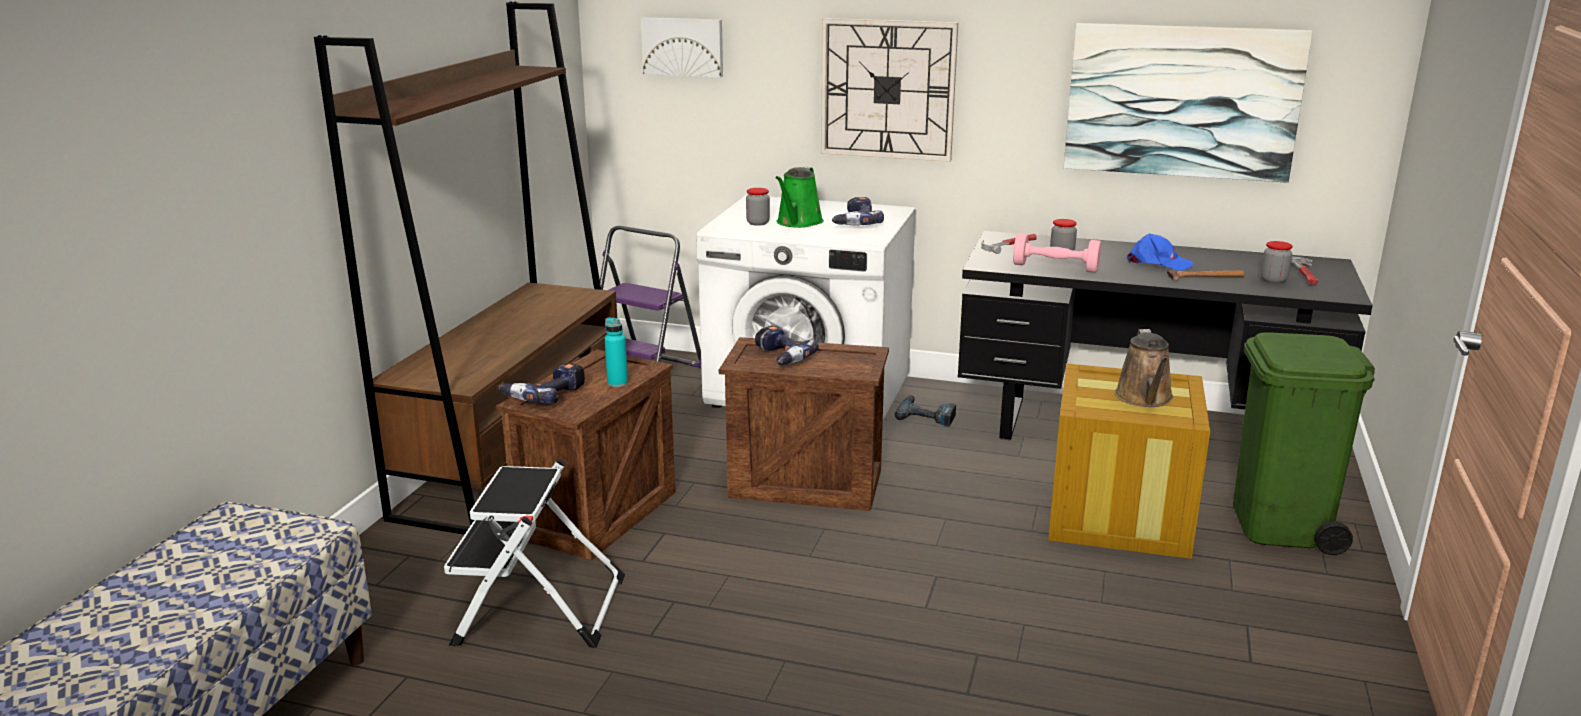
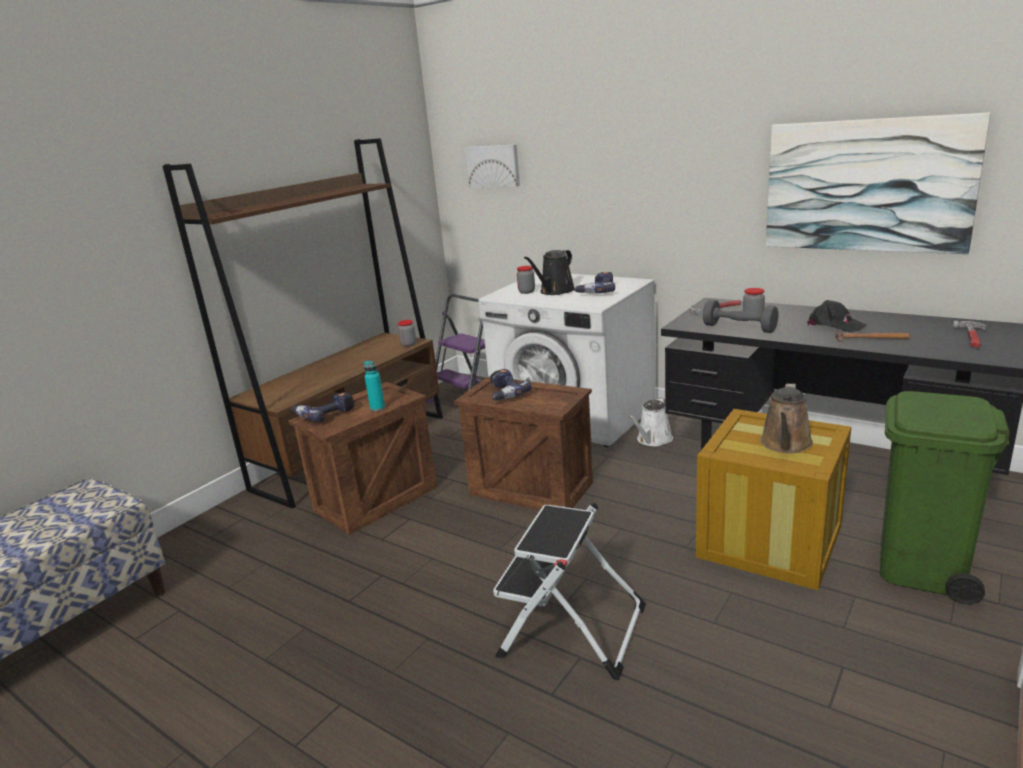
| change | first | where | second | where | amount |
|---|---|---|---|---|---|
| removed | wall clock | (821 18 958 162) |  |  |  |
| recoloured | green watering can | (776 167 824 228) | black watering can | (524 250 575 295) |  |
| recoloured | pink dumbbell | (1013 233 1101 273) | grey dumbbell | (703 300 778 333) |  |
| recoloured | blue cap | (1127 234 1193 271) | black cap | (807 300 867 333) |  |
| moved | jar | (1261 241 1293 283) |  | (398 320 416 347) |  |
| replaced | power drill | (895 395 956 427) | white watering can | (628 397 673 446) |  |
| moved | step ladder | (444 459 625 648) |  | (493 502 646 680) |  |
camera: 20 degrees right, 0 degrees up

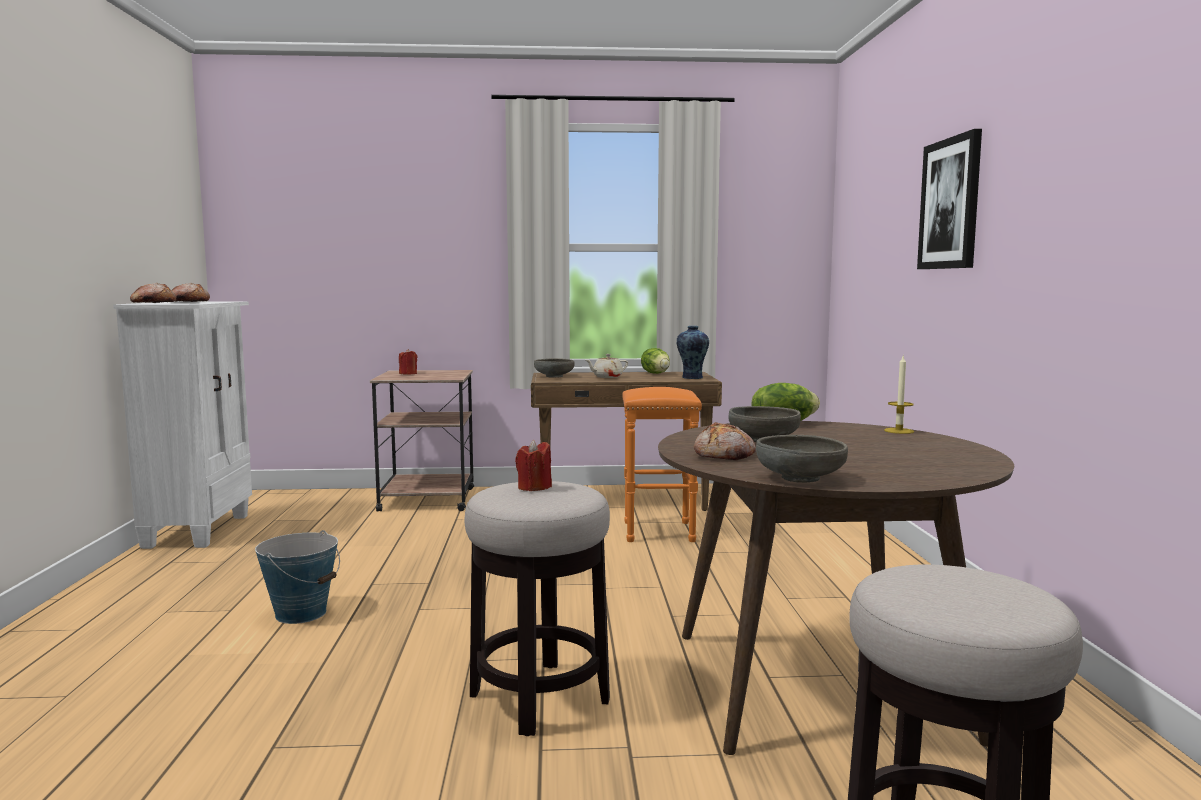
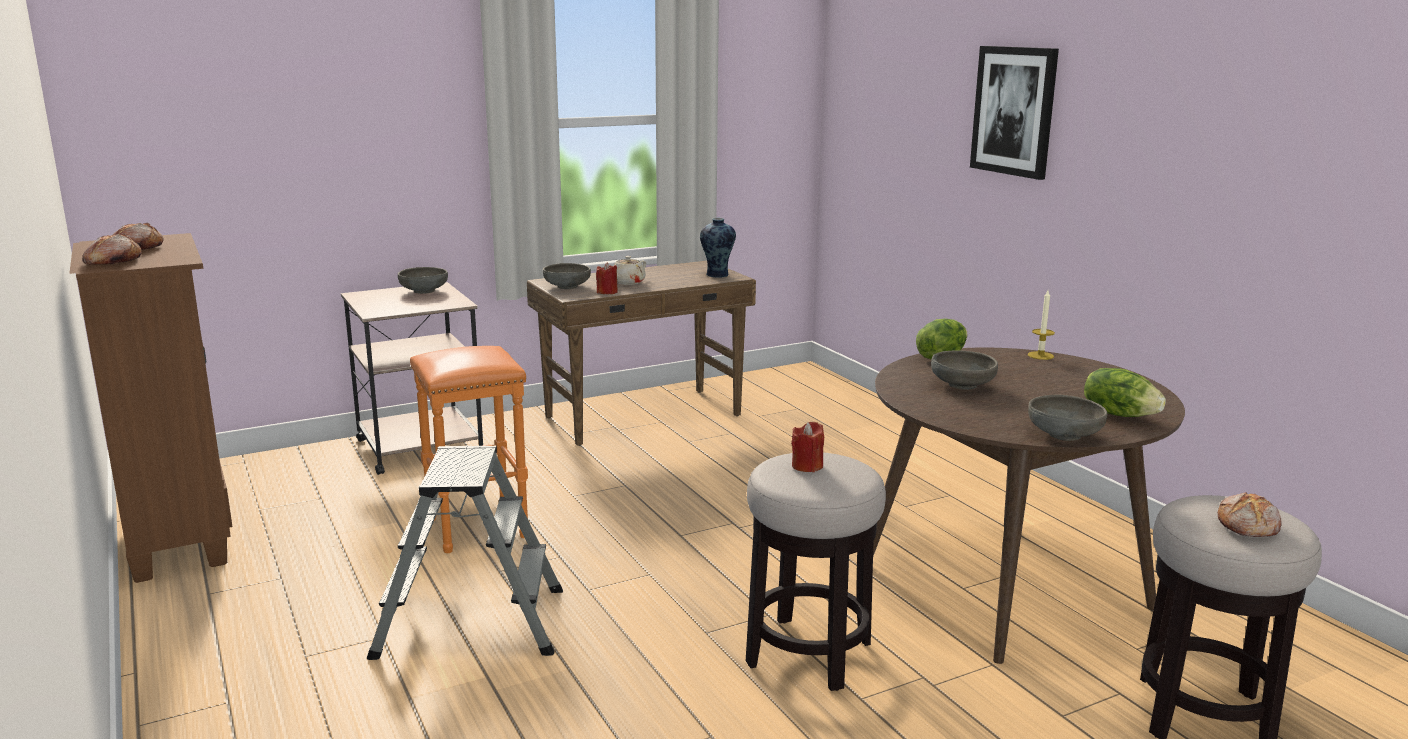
| change | first | where | second | where | amount |
|---|---|---|---|---|---|
| recoloured | white cabinet | (113 302 252 549) | brown cabinet | (69 233 233 583) |  |
| moved | lettuce | (641 348 670 374) |  | (1084 368 1166 417) |  |
| moved | red candle | (399 349 418 375) |  | (596 262 618 294) |  |
| moved | orange stool | (622 387 702 542) |  | (410 346 528 553) |  |
| moved | bread | (694 422 756 461) |  | (1218 492 1282 537) |  |
| replaced | bucket | (255 530 340 624) | grey step ladder | (367 446 563 660) |  |
| added |  |  | grey bowl | (398 267 448 294) |  |
camera: 25 degrees left, 10 degrees up

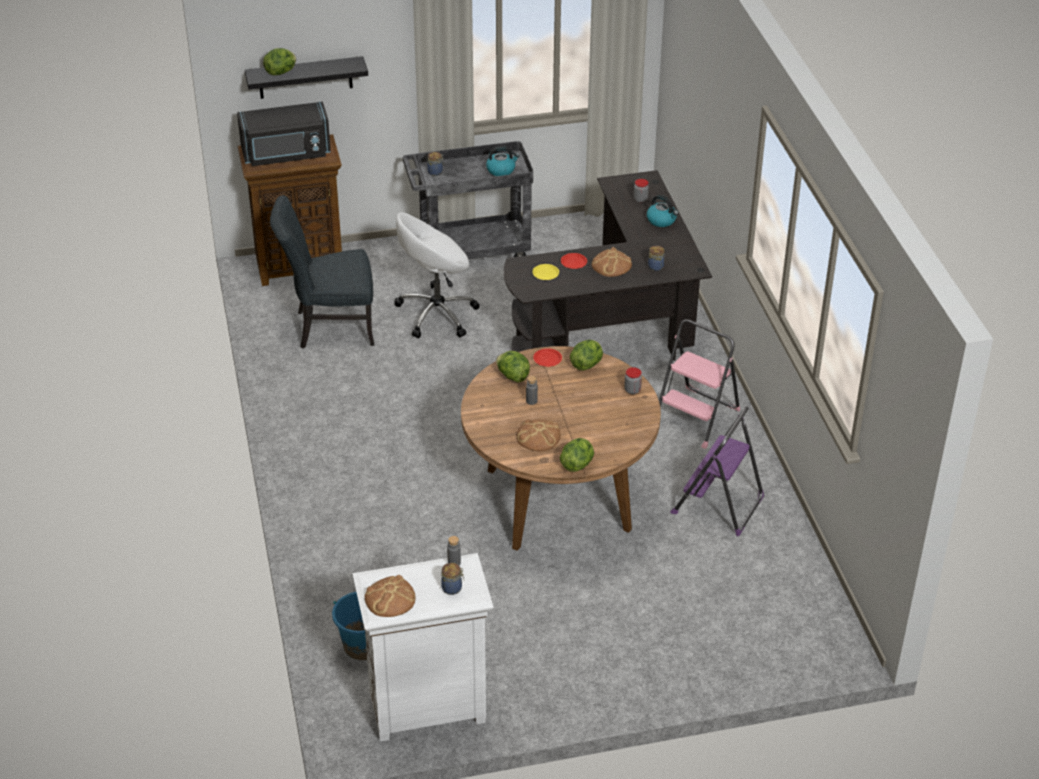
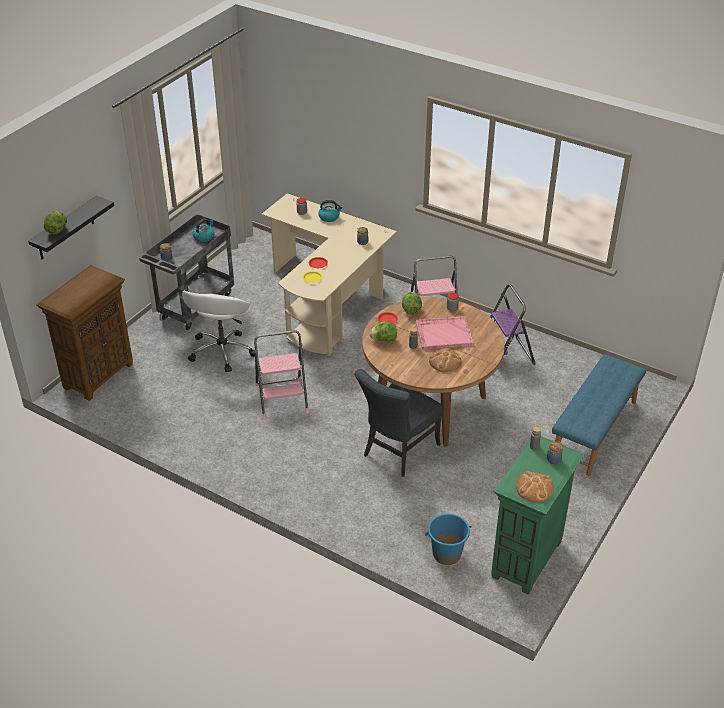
| change | first | where | second | where | amount |
|---|---|---|---|---|---|
| removed | black microwave | (237 102 331 166) |  |  |  |
| recoloured | black desk | (504 170 712 361) | beige desk | (261 193 397 356) |  |
| moved | grey chair | (270 195 374 349) |  | (354 369 444 477) |  |
| removed | bread | (592 247 632 277) |  |  |  |
| removed | lettuce | (560 438 594 472) |  |  |  |
| recoloured | white cabinet | (352 553 494 741) | green cabinet | (491 436 585 595) |  |
| added |  |  | pink tray | (416 316 474 350) |  |
| added |  |  | pink step ladder | (254 330 310 420) |  |
| added |  |  | blue bench | (552 354 646 476) |  |
camera: 45 degrees left, 0 degrees up

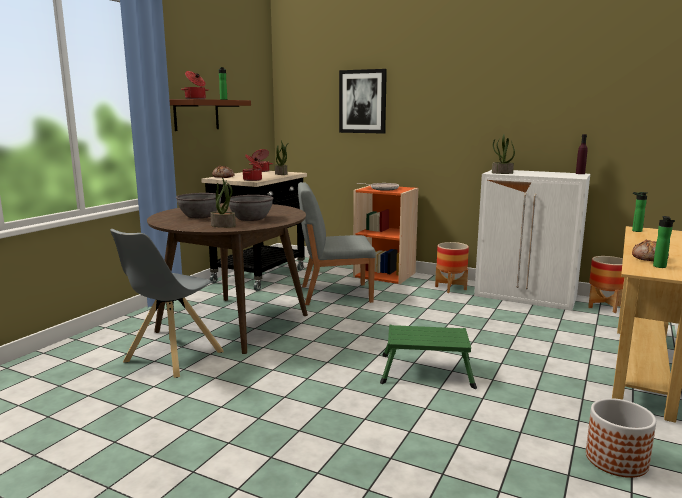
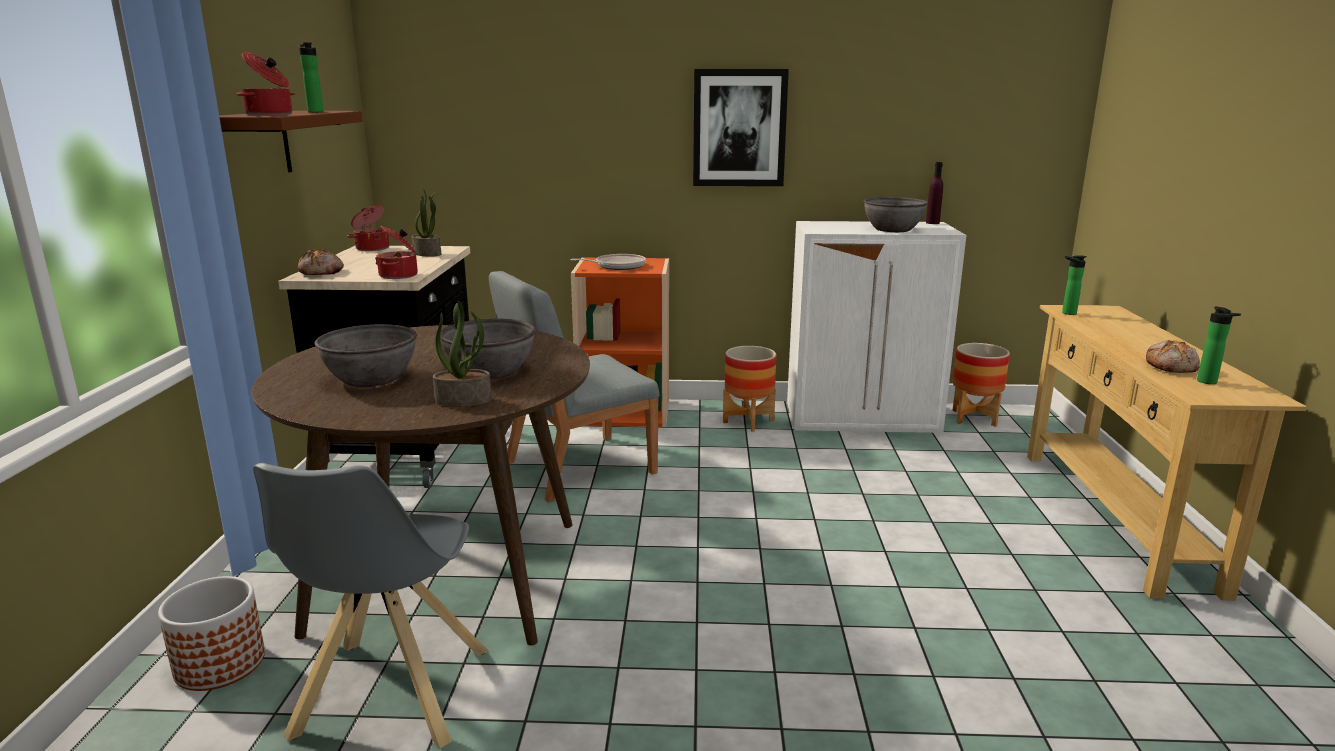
| change | first | where | second | where | amount |
|---|---|---|---|---|---|
| moved | picture | (339 69 387 134) |  | (693 69 789 186) |  |
| removed | potted plant | (492 134 515 174) |  |  |  |
| removed | green step ladder | (380 325 477 389) |  |  |  |
| moved | planter | (586 398 656 478) |  | (158 576 265 691) |  |
| added |  |  | grey bowl | (863 197 928 232) |  |
camera: 25 degrees left, 5 degrees up

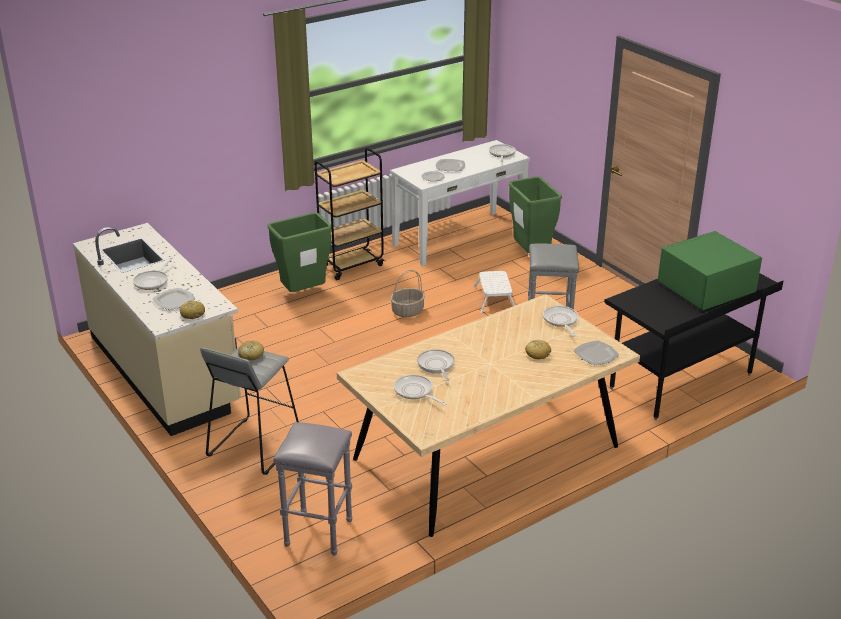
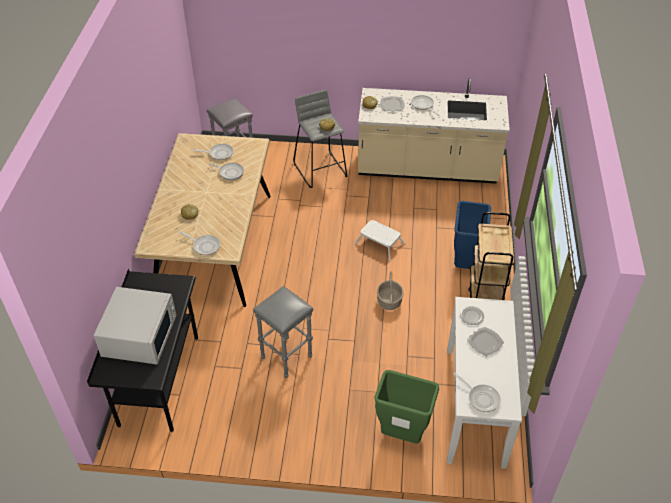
| change | first | where | second | where | amount |
|---|---|---|---|---|---|
| recoloured | green trash can | (268 212 332 292) | blue trash can | (454 201 491 269) |  |
| recoloured | green microwave | (658 231 762 310) | white microwave | (94 287 176 364) |  |
| moved | white step ladder | (473 271 515 313) |  | (354 220 405 261) |  |
| removed | plate | (574 340 619 365) |  |  |  |
camera: 130 degrees right, 15 degrees up

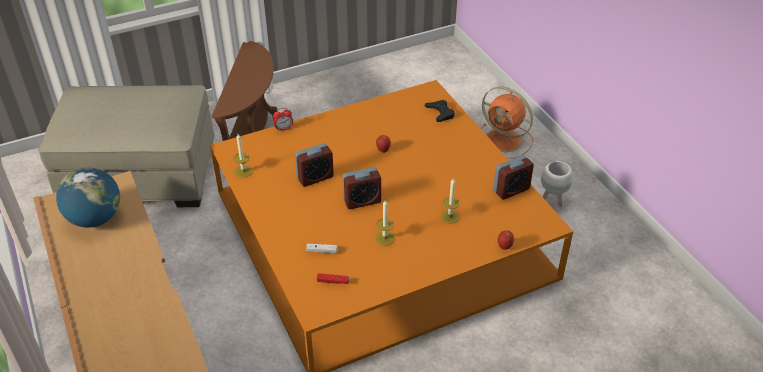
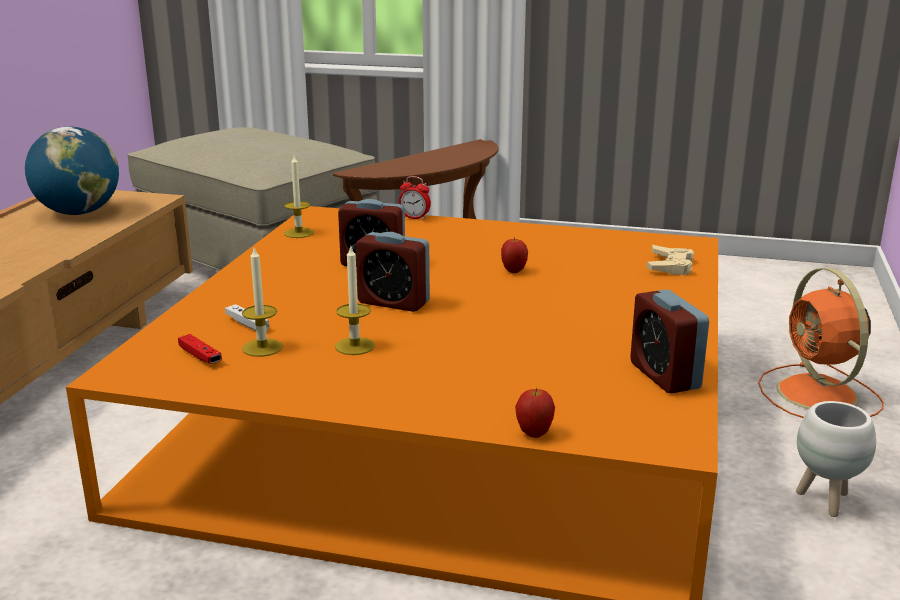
| change | first | where | second | where | amount |
|---|---|---|---|---|---|
| recoloured | black game controller | (425 100 455 122) | beige game controller | (647 245 694 275) |  |
| turned | alarm clock | (493 155 534 200) |  | (630 289 709 393) | 60 degrees clockwise |
| moved | candle | (441 179 460 224) |  | (242 247 283 357) |  |
camera: 40 degrees right, 20 degrees down

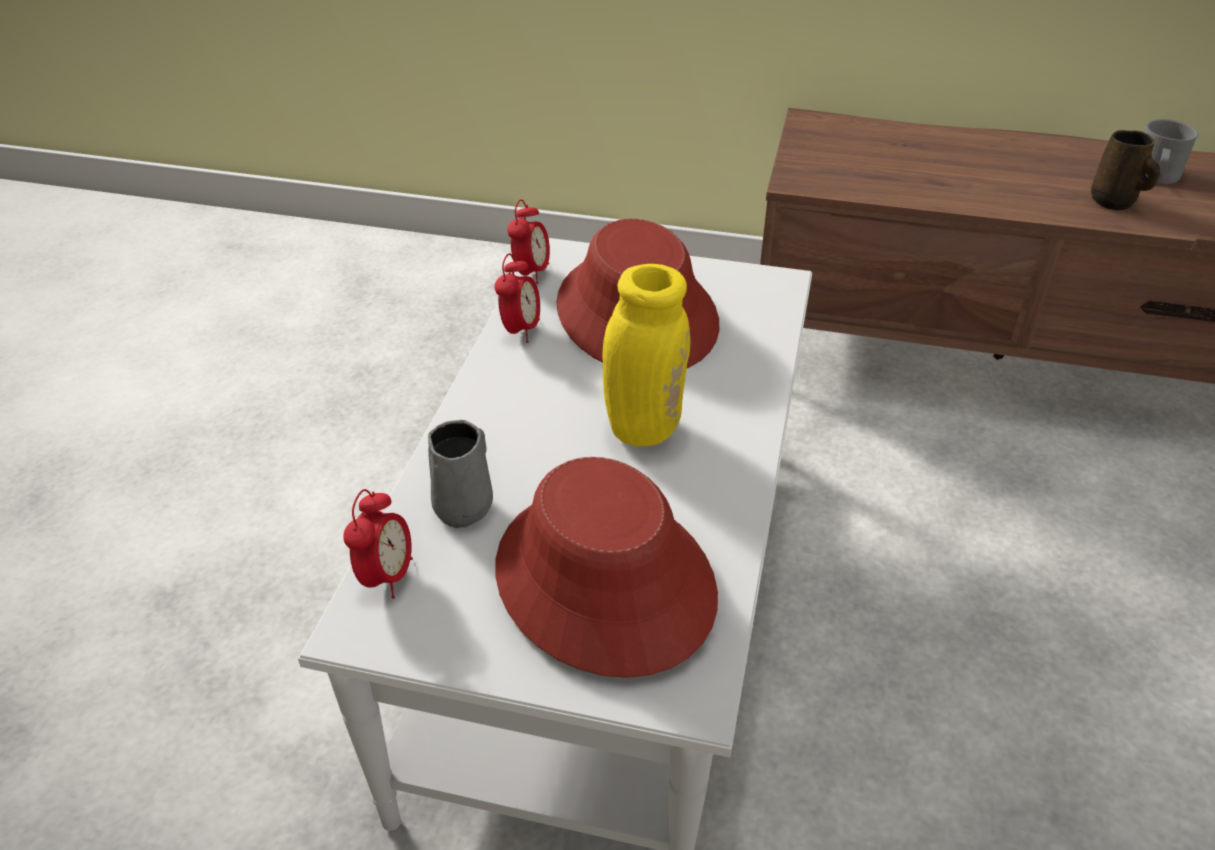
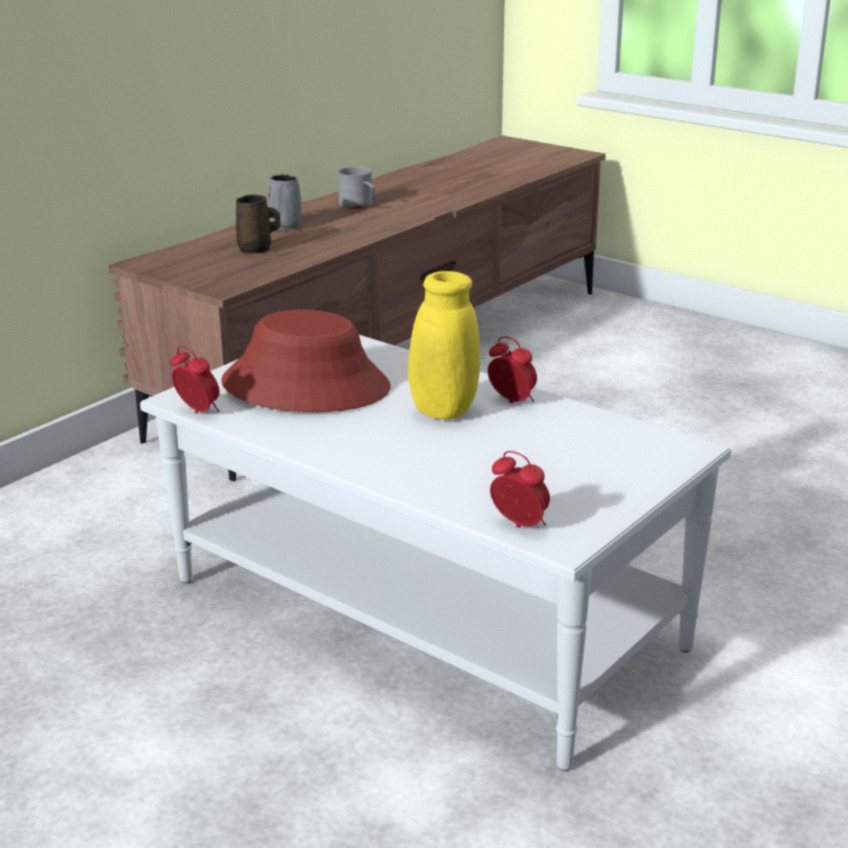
| change | first | where | second | where | amount |
|---|---|---|---|---|---|
| moved | brown mug | (1091 130 1160 210) |  | (236 195 281 253) |  |
| moved | alarm clock | (494 253 540 343) |  | (488 336 537 403) |  |
| moved | grey mug | (428 420 493 528) |  | (267 174 302 230) |  |
| removed | red hat | (495 457 718 678) |  |  |  |
camera: 65 degrees left, 15 degrees down

